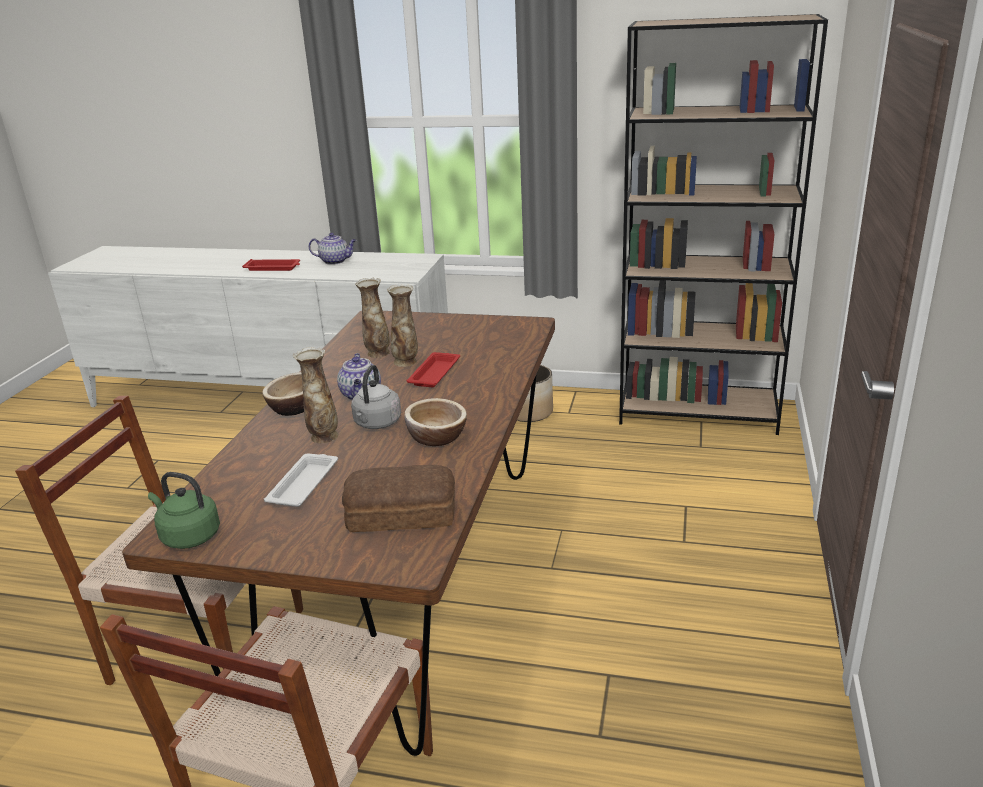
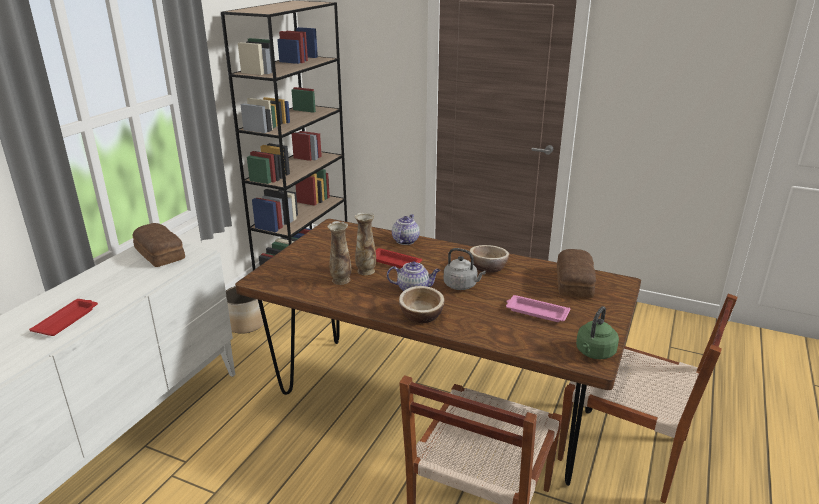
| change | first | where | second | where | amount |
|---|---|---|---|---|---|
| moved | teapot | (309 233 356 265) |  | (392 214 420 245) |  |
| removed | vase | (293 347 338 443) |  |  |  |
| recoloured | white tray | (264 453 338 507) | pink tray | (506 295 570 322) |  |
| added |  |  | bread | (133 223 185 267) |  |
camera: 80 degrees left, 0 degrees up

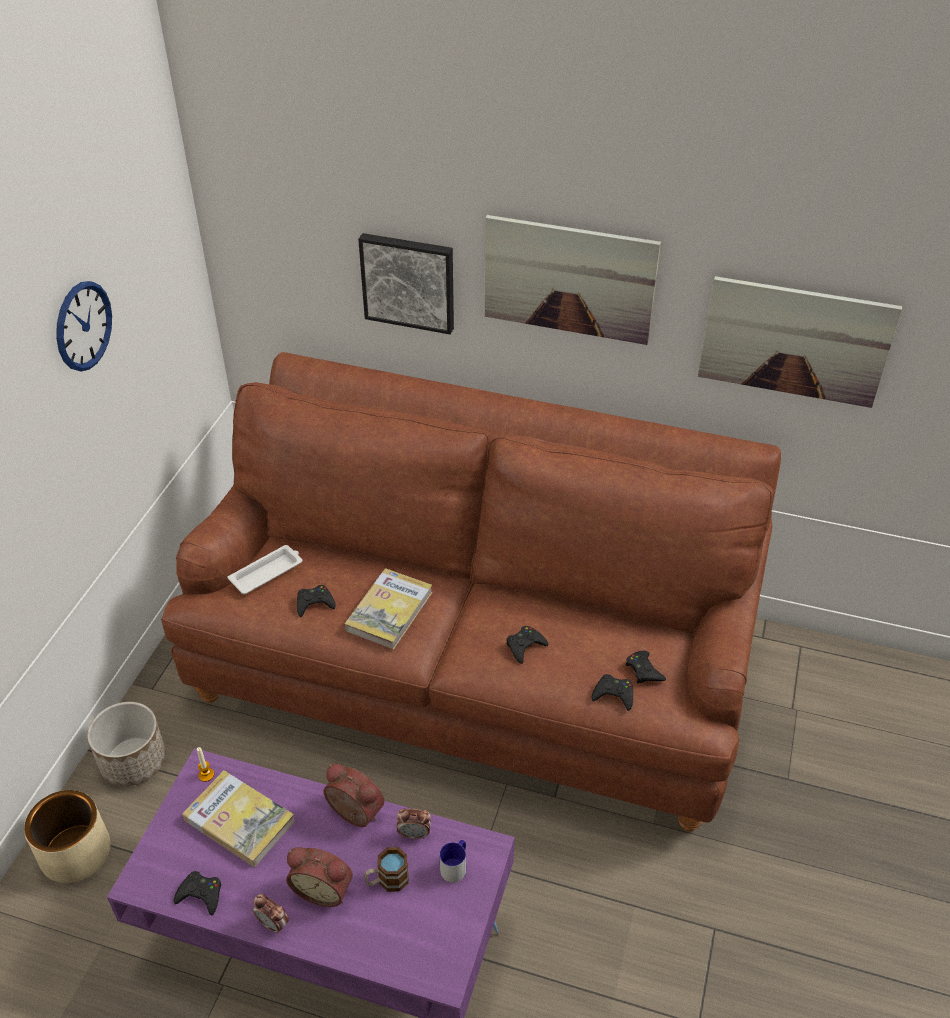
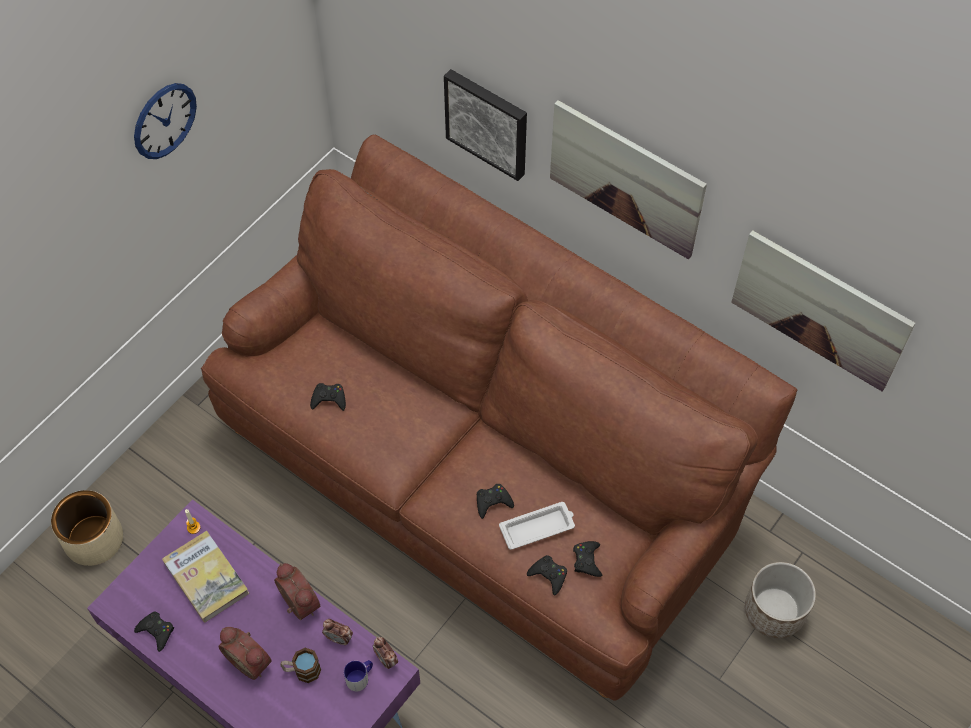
| change | first | where | second | where | amount |
|---|---|---|---|---|---|
| moved | white tray | (228 545 303 594) |  | (499 502 575 550) |  |
| removed | book | (345 568 432 649) |  |  |  |
| moved | planter | (87 702 166 786) |  | (745 562 816 639) |  |
| moved | alarm clock | (253 894 289 934) |  | (373 637 398 669) |  |
camera: 20 degrees right, 15 degrees up

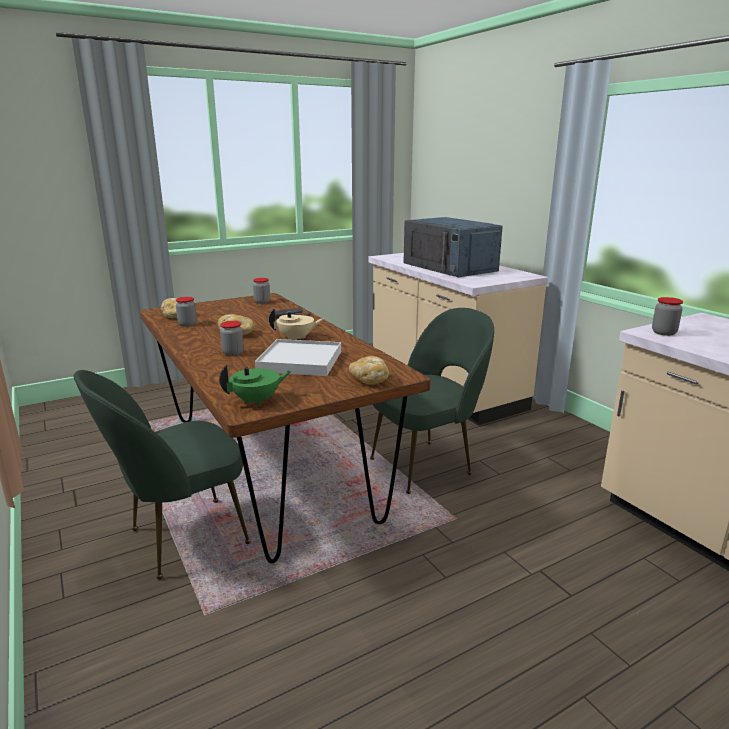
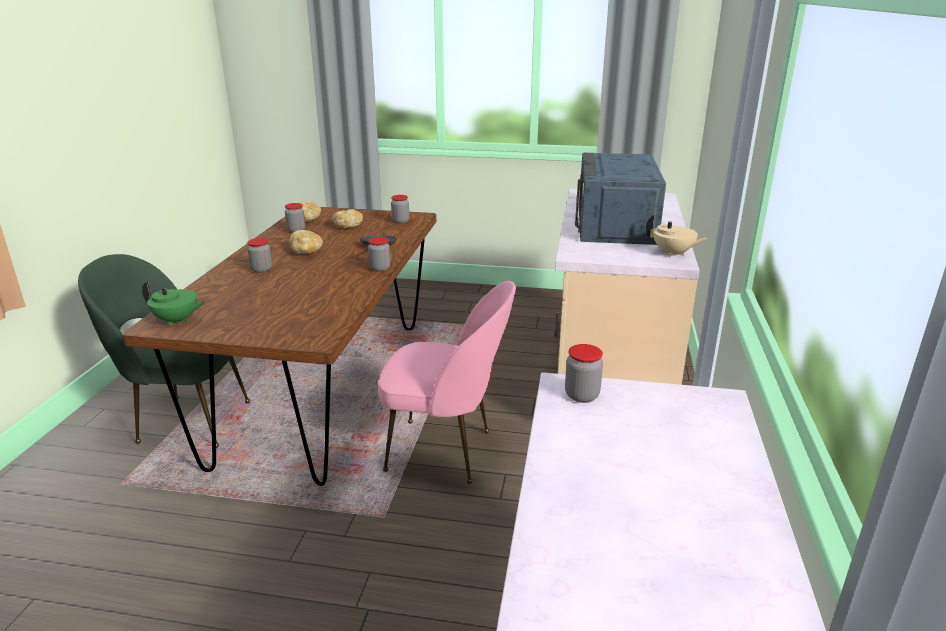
| change | first | where | second | where | amount |
|---|---|---|---|---|---|
| moved | beige teapot | (269 308 324 340) |  | (646 214 710 257) |  |
| recoloured | green chair | (370 308 494 494) | pink chair | (378 281 516 484) |  |
| removed | white tray | (255 339 341 376) |  |  |  |
| moved | bread | (349 356 389 385) |  | (332 209 363 228) |  |
| added |  |  | jar | (368 237 391 272) |  |
camera: 40 degrees right, 5 degrees up

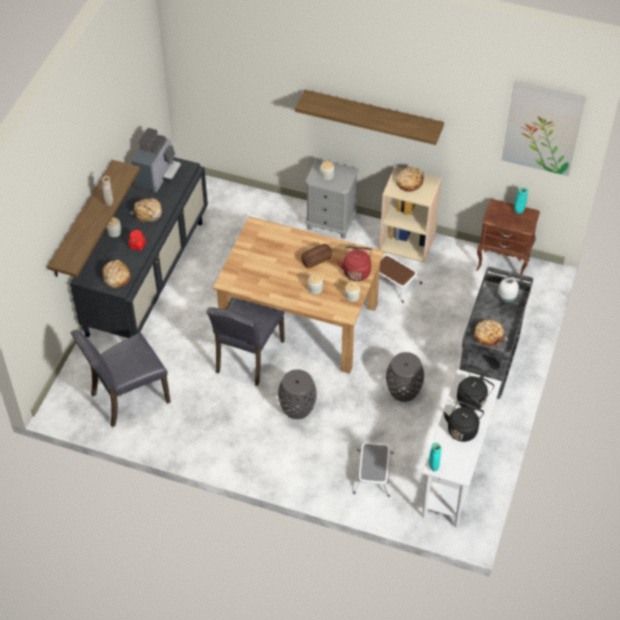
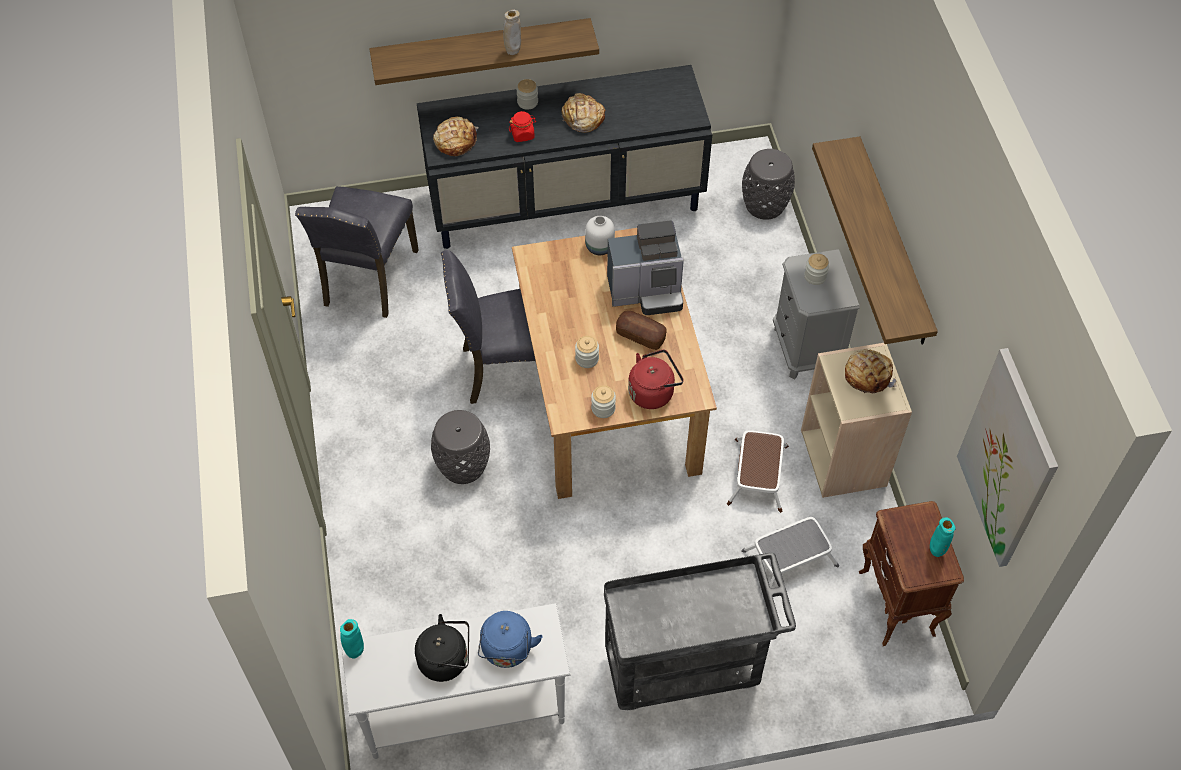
| change | first | where | second | where | amount |
|---|---|---|---|---|---|
| moved | coffee machine | (131 128 182 193) |  | (607 220 684 315) |  |
| moved | white vase | (498 278 519 304) |  | (585 216 615 255) |  |
| removed | bread | (474 320 508 347) |  |  |  |
| turned | grey chair | (70 330 171 427) |  | (295 186 419 318) | 105 degrees counterclockwise |
| moved | grey stool | (386 352 424 402) |  | (742 149 795 220) |  |
| recoloured | black kettle | (457 375 494 410) | blue kettle | (478 611 543 668) |  |
| moved | grey step ladder | (353 443 394 498) |  | (741 517 839 588) |  |
camera: 60 degrees right, 5 degrees up

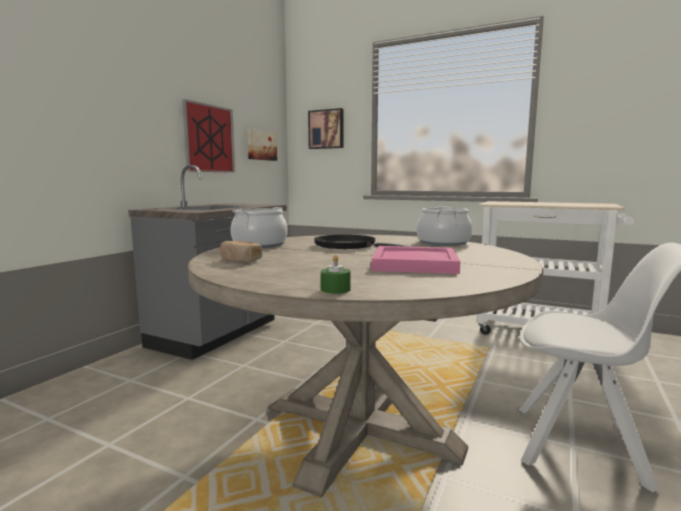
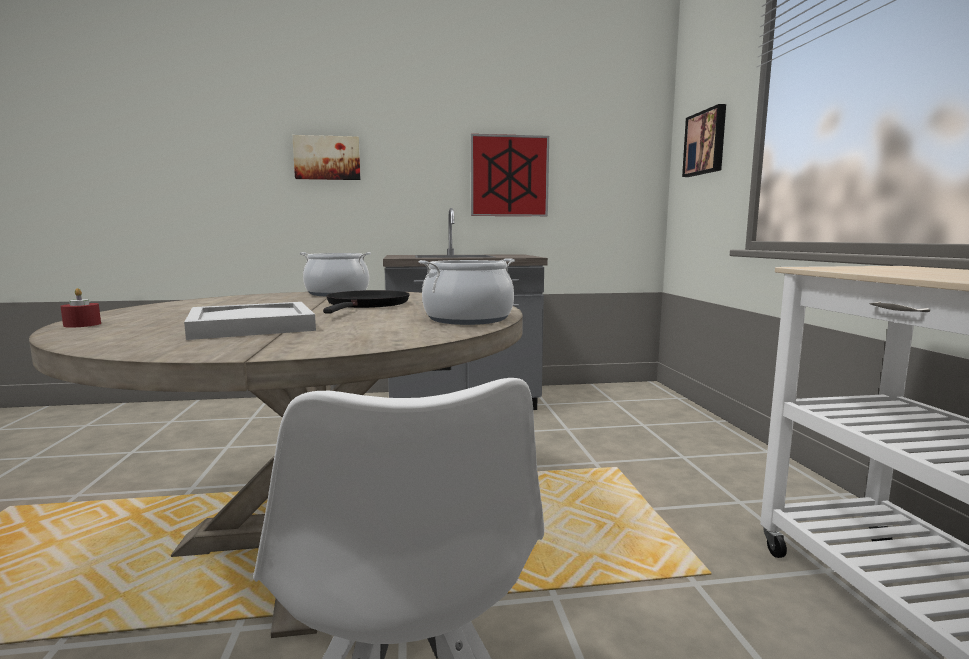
| change | first | where | second | where | amount |
|---|---|---|---|---|---|
| moved | picture | (247 129 277 161) |  | (292 135 361 180) |  |
| removed | bread | (220 241 262 263) |  |  |  |
| recoloured | pink tray | (371 246 461 274) | white tray | (184 302 316 340) |  |
| recoloured | green candle | (321 255 351 294) | red candle | (60 288 101 327) |  |
camera: 55 degrees right, 0 degrees up

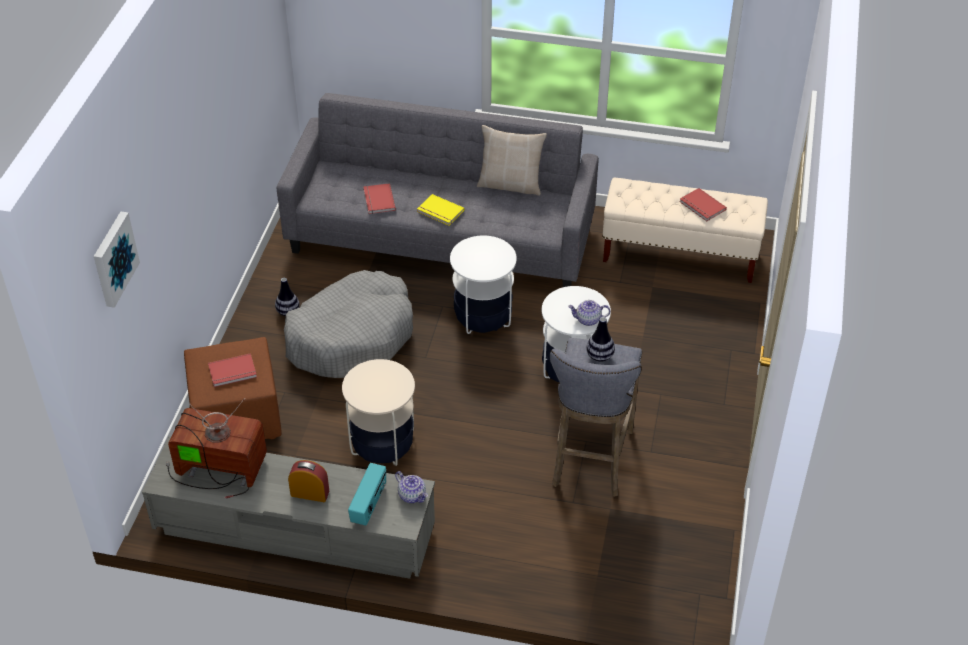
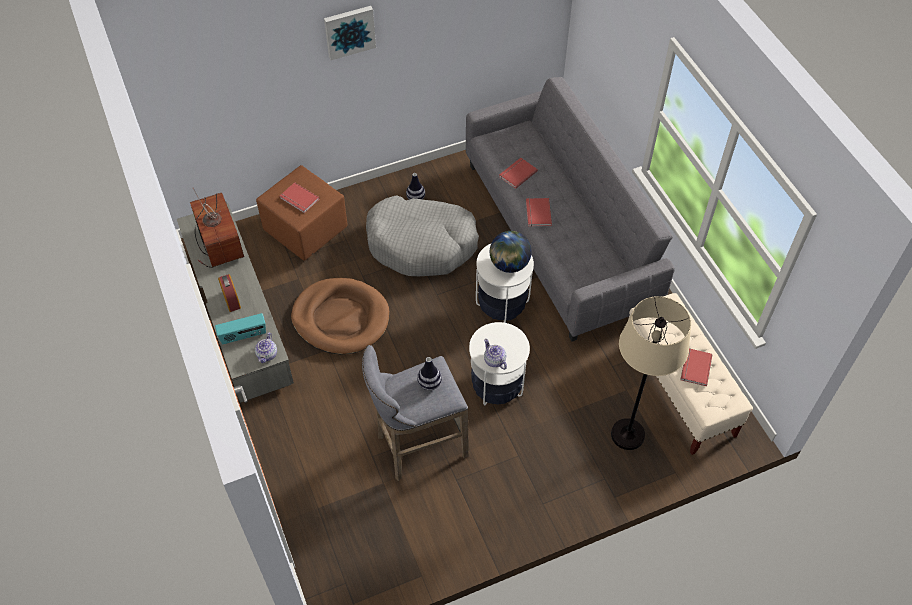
| change | first | where | second | where | amount |
|---|---|---|---|---|---|
| removed | beige pillow | (477 125 547 196) |  |  |  |
| recoloured | yellow book | (417 194 464 226) | red book | (526 198 552 227) |  |
| moved | picture | (94 211 140 308) |  | (324 6 376 60) |  |
| replaced | beige side table | (342 359 415 466) | brown dog bed | (291 278 389 354) |  |
| added |  |  | globe | (490 231 532 273) |  |
| added |  |  | beige floor lamp | (611 296 691 450) |  |
camera: 55 degrees right, 10 degrees up

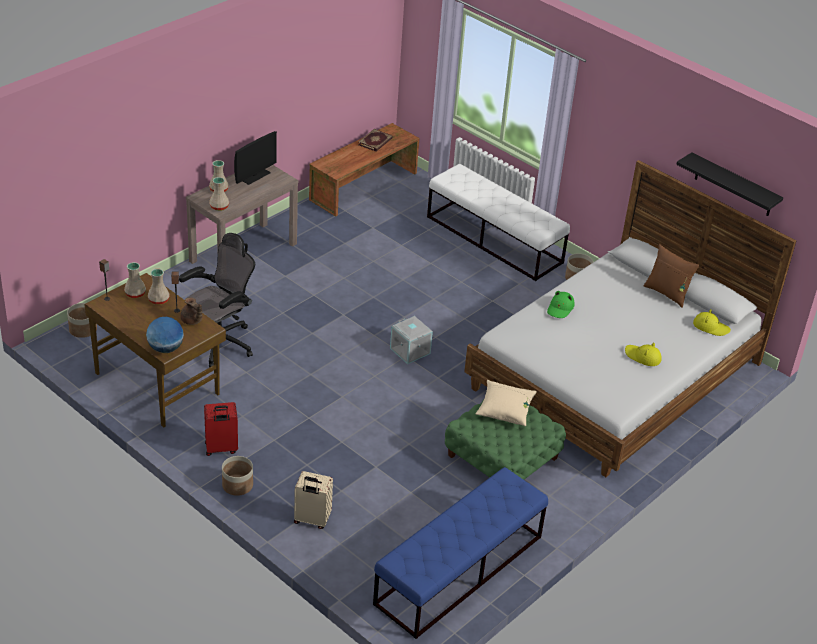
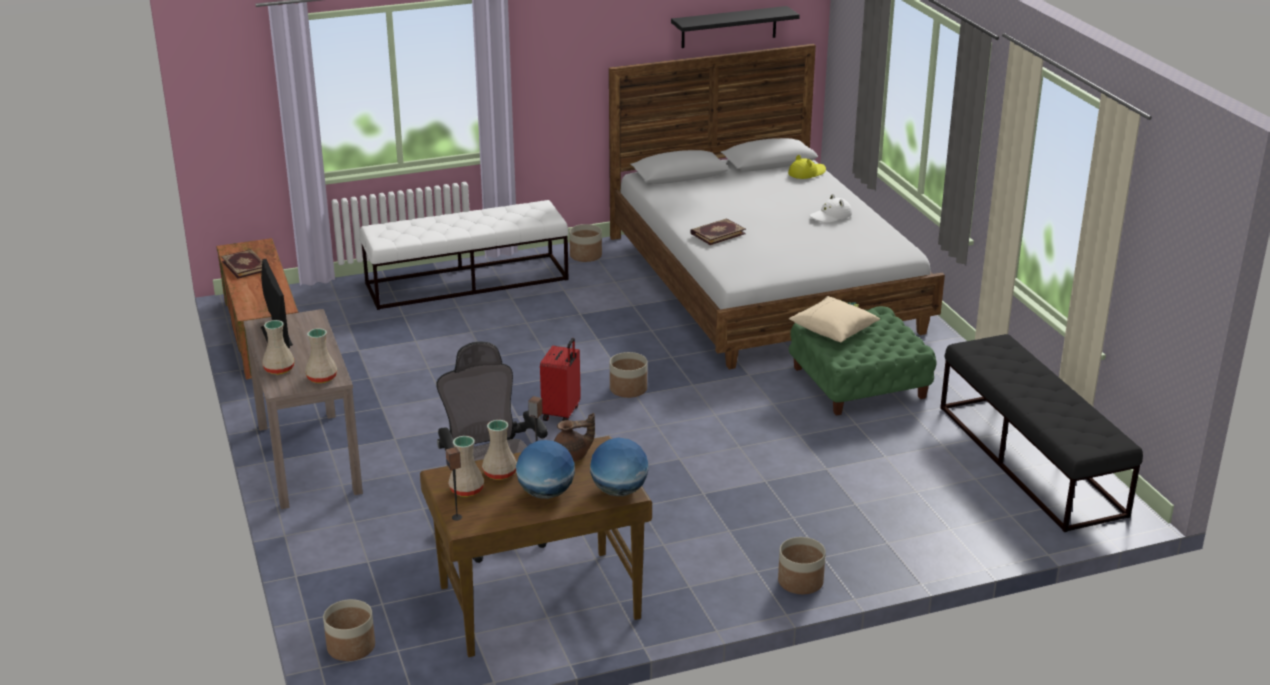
| change | first | where | second | where | amount |
|---|---|---|---|---|---|
| removed | brown pillow | (644 244 699 308) |  |  |  |
| replaced | green hat | (547 291 575 318) | book | (690 218 746 245) |  |
| replaced | grey storage box | (390 316 433 364) | planter | (610 352 647 398) |  |
| recoloured | yellow hat | (625 343 662 366) | white hat | (809 194 852 223) |  |
| moved | red suitcase | (204 402 238 456) |  | (540 338 581 421) |  |
| recoloured | blue bench | (373 467 548 639) | black bench | (940 334 1143 532) |  |
| removed | beige suitcase | (294 471 333 529) |  |  |  |
| added |  |  | globe | (516 440 575 499) |  |
camera: 60 degrees left, 10 degrees down

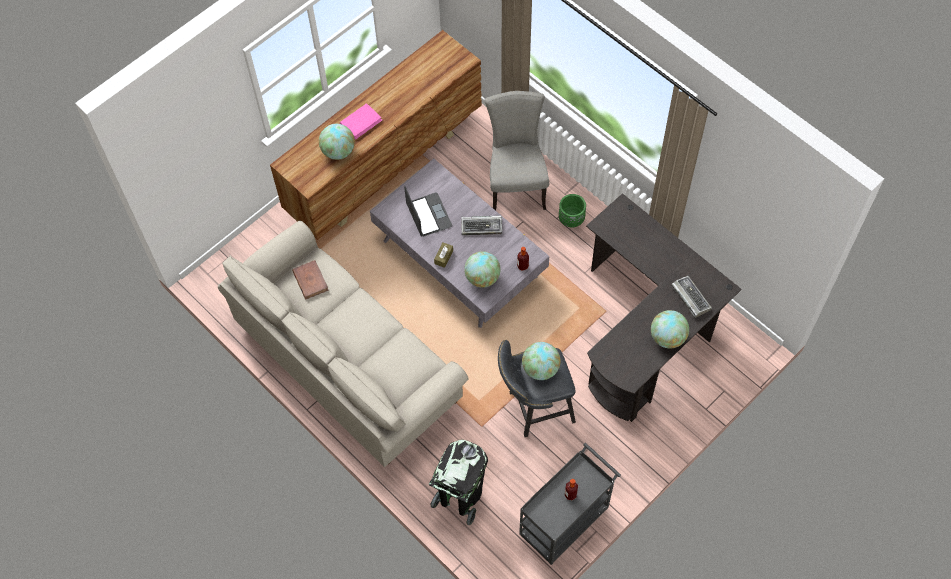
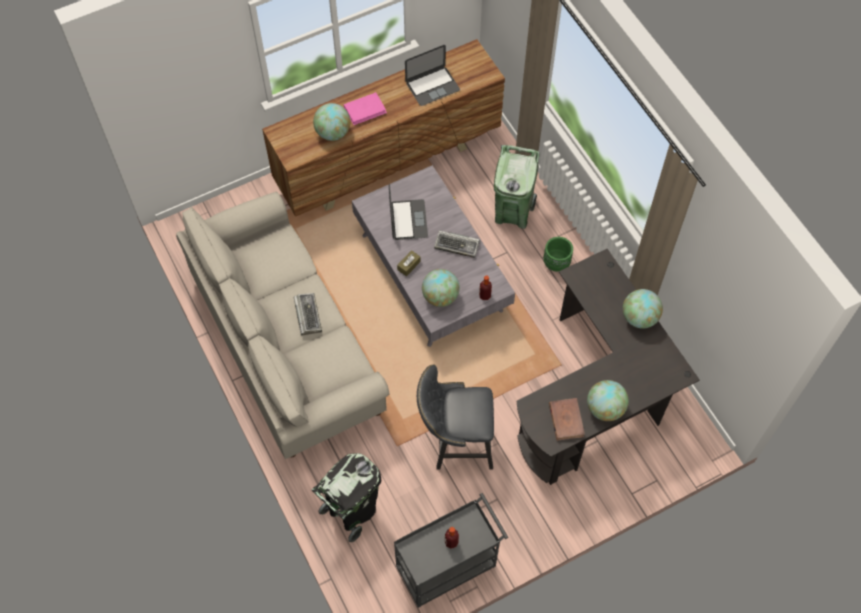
| change | first | where | second | where | amount |
|---|---|---|---|---|---|
| replaced | grey chair | (485 91 549 211) | green trash can | (494 145 540 229) |  |
| moved | brown book | (292 260 329 299) |  | (549 398 585 441) |  |
| moved | keyboard | (671 276 712 318) |  | (294 293 322 335) |  |
| moved | globe | (522 342 560 380) |  | (623 289 663 329) |  |
| added |  |  | laptop | (405 45 460 106) |  |
camera: 15 degrees right, 0 degrees up

